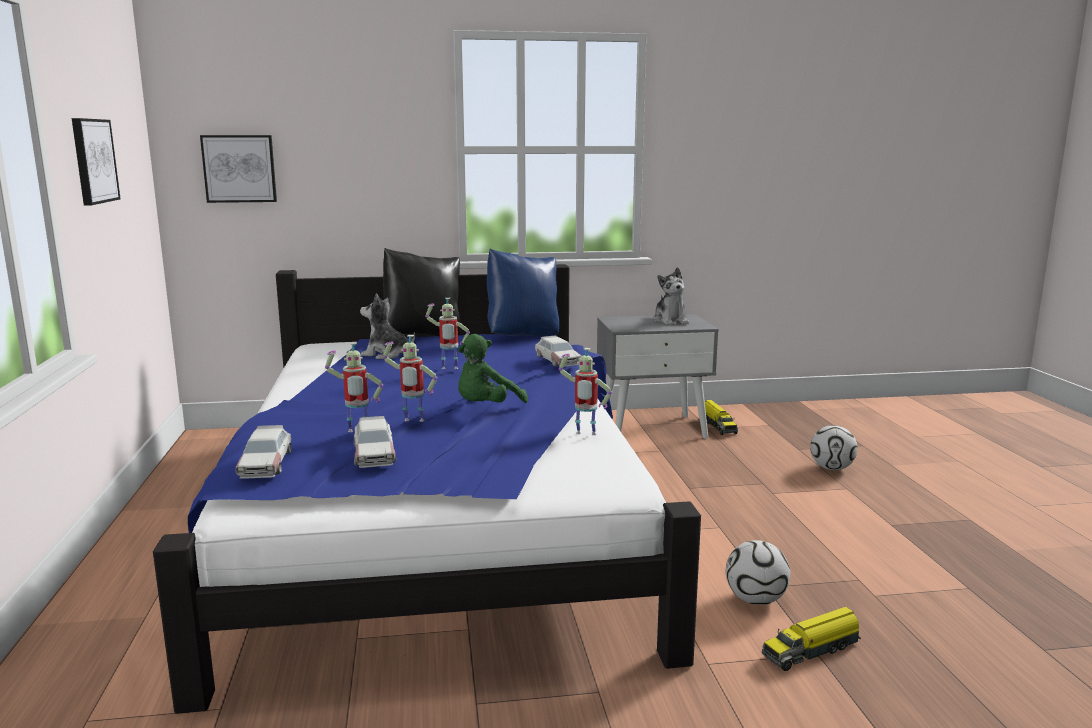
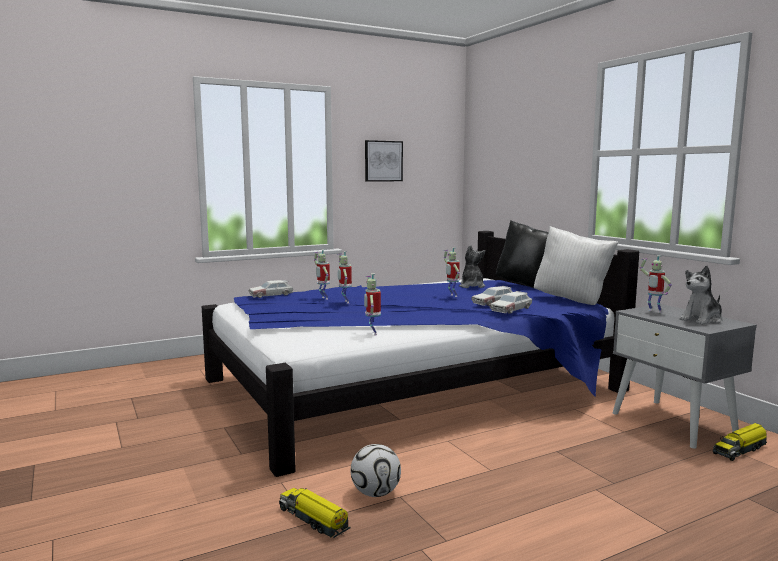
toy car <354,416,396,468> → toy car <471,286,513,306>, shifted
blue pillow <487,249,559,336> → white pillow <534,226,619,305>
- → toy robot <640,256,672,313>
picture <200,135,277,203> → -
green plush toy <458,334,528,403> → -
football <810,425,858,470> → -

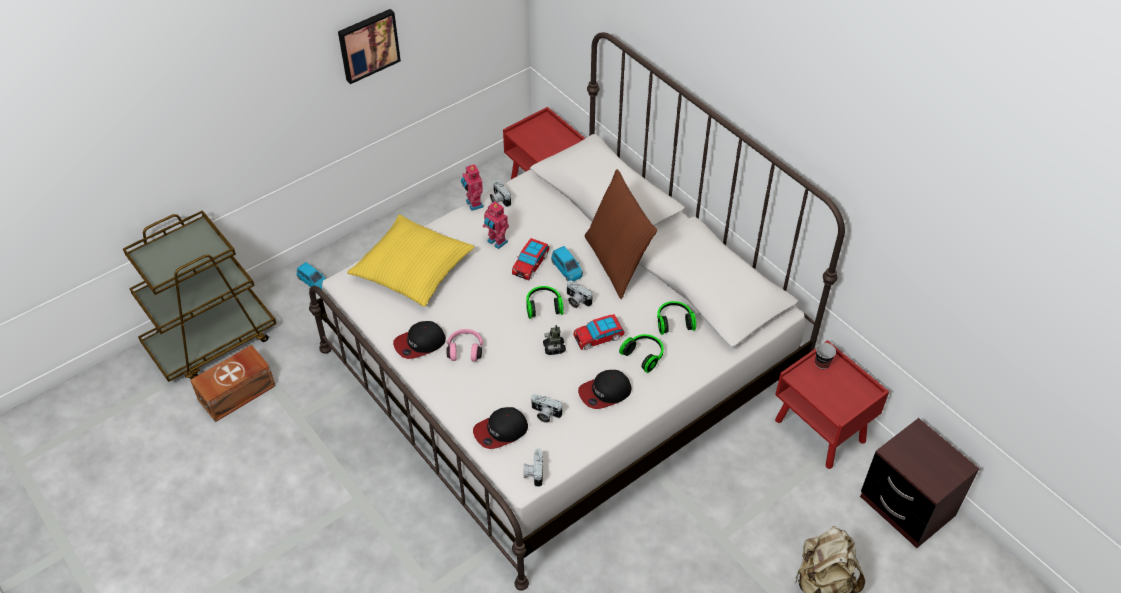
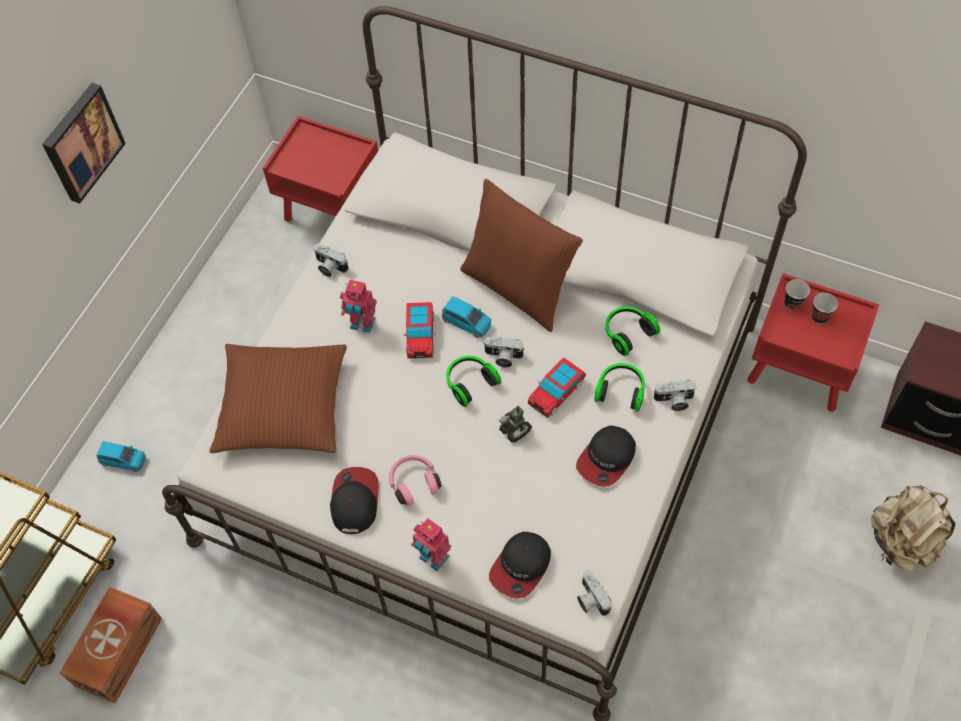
yellow pillow <347,214,474,307> → brown pillow <209,344,347,453>
cap <393,321,446,359> → cap <330,467,379,534>, 150 degrees clockwise
toy robot <461,164,484,211> → toy robot <411,518,451,571>, shifted
photo camera <531,394,563,423> → photo camera <653,380,696,411>, shifted
- → cup <811,293,838,324>

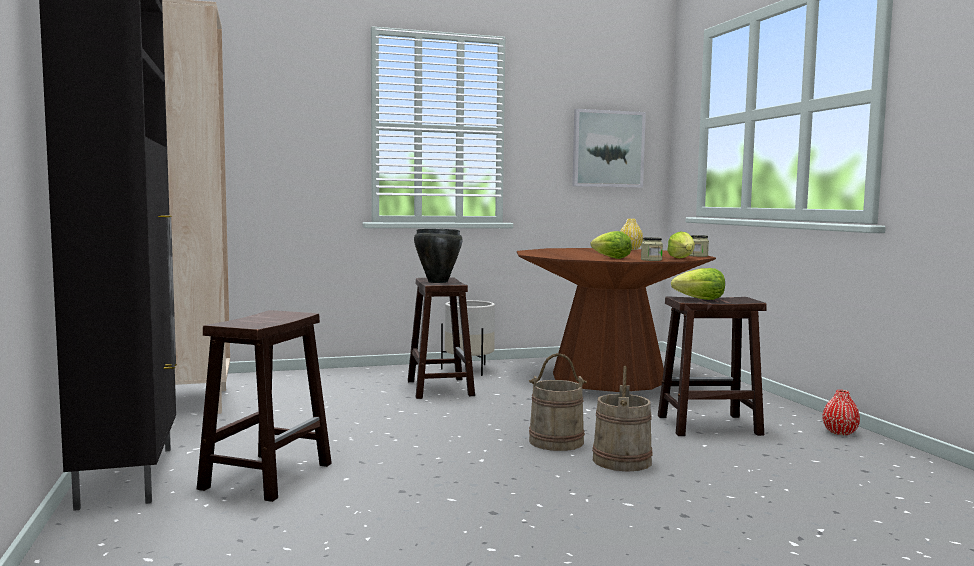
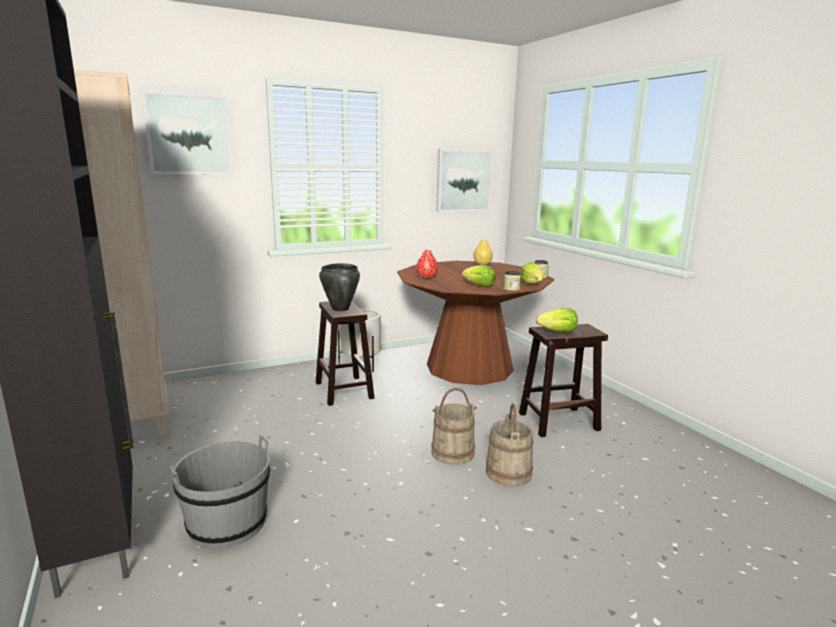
- → picture <141,90,233,175>
brown stool <197,310,332,502> → grey bucket <169,435,270,549>
red vase <822,390,860,435> → red vase <416,250,438,279>, shifted

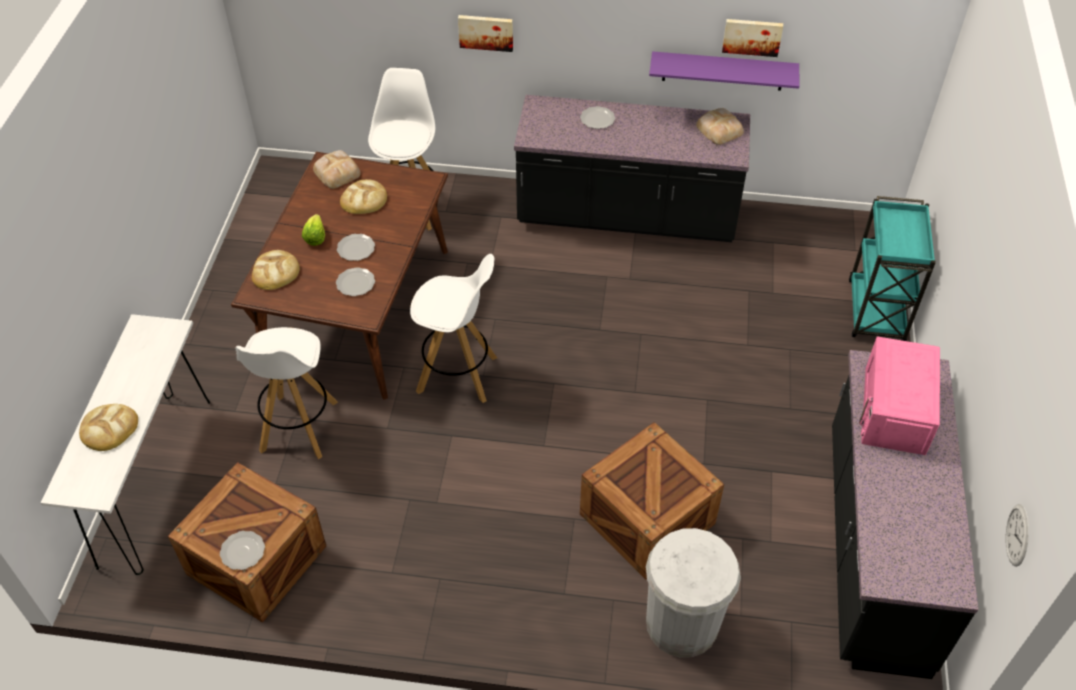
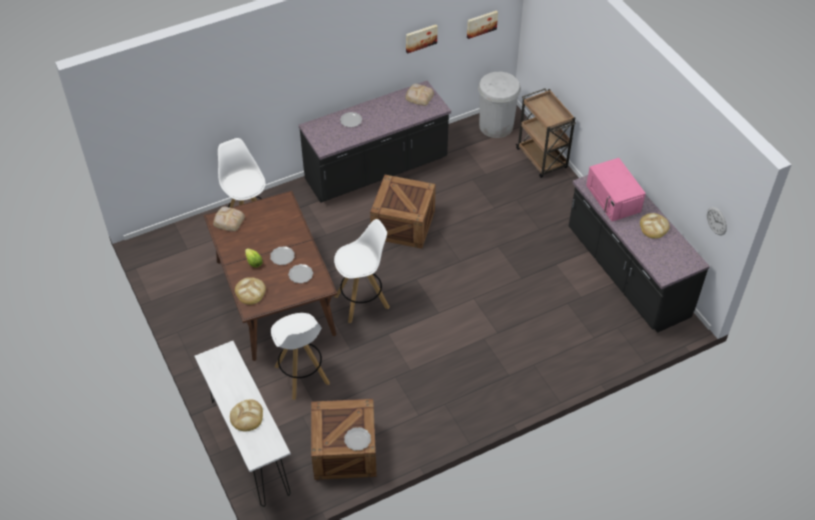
crate <580,422,724,579> → crate <370,175,436,249>, shifted
picture <458,15,513,52> → picture <467,10,498,39>, shifted
white trash can <646,528,741,658> → white trash can <478,72,521,138>, shifted
turquoise cart <849,196,936,341> → brown cart <516,88,576,178>
bread <340,179,387,214> → bread <640,213,670,239>, shifted
purple shelf <649,51,800,91> → -

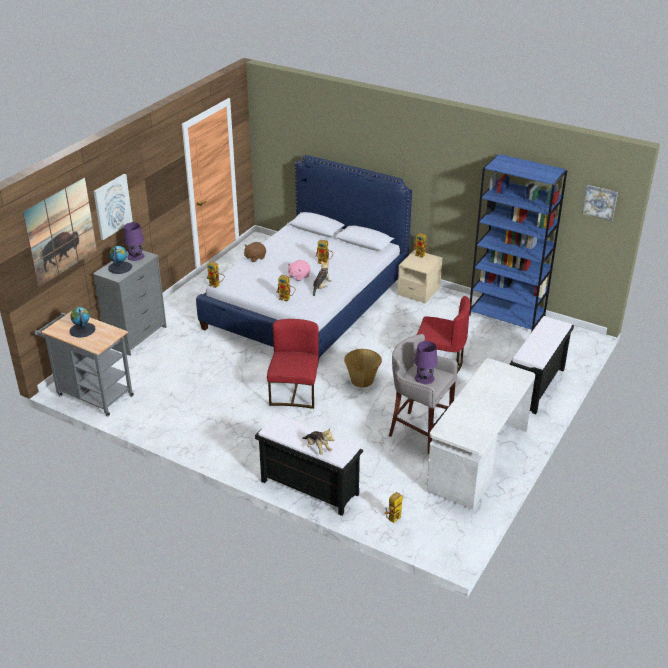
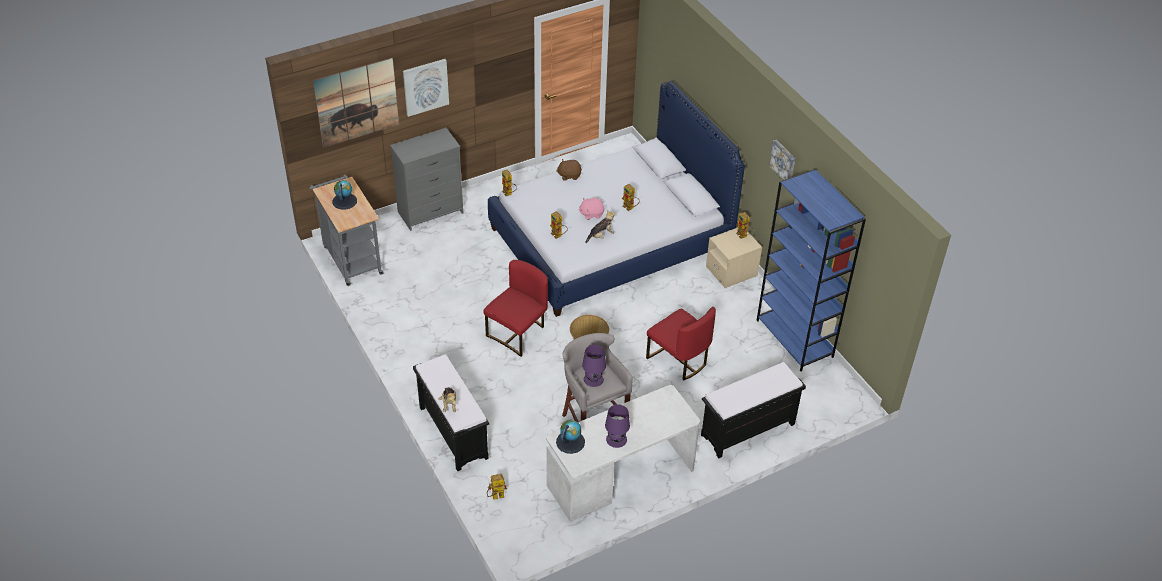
globe <108,246,132,274> → globe <556,420,585,454>, shifted
purple table lamp <123,222,144,261> → purple table lamp <605,404,630,448>, shifted
picture <582,185,618,221> → picture <769,140,795,180>, shifted

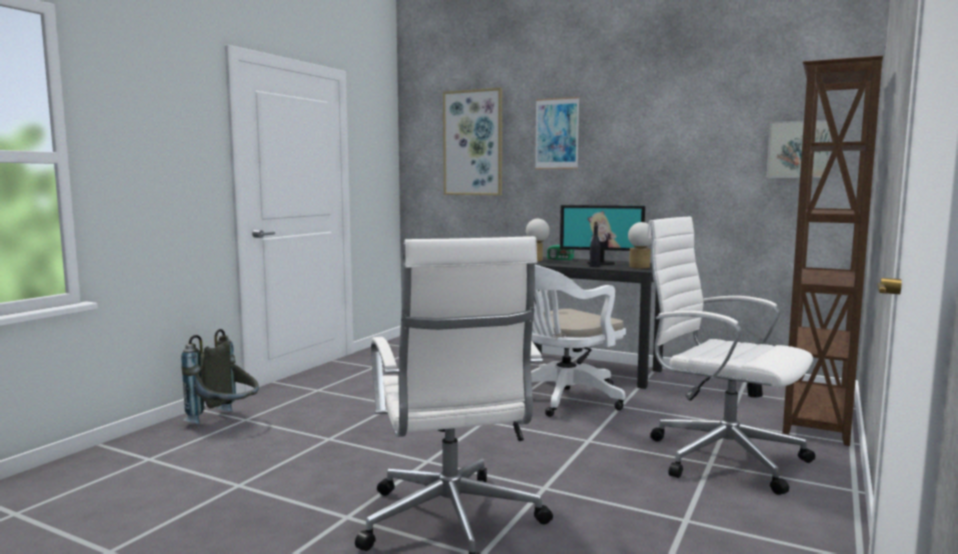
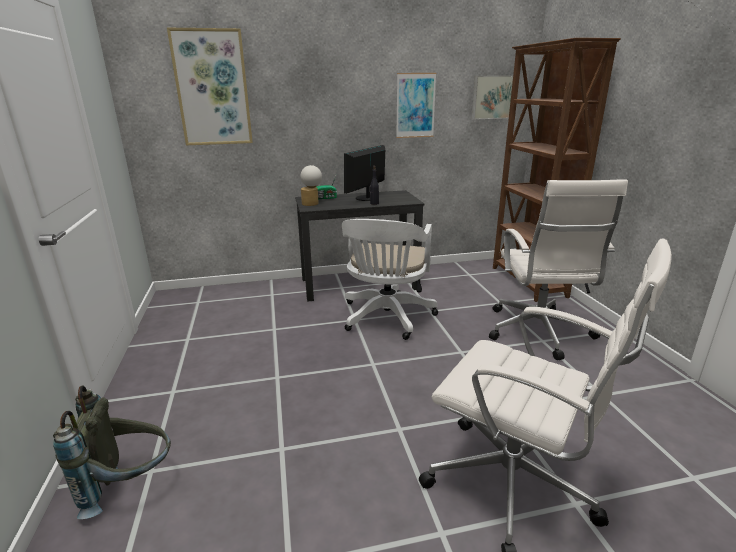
monitor <560,205,645,265> → monitor <344,145,385,201>, 150 degrees clockwise
picture <535,97,580,169> → picture <396,73,436,138>, shifted
white office chair <647,216,815,495> → white office chair <489,179,628,360>, 90 degrees counterclockwise
table lamp <628,222,652,268> → -

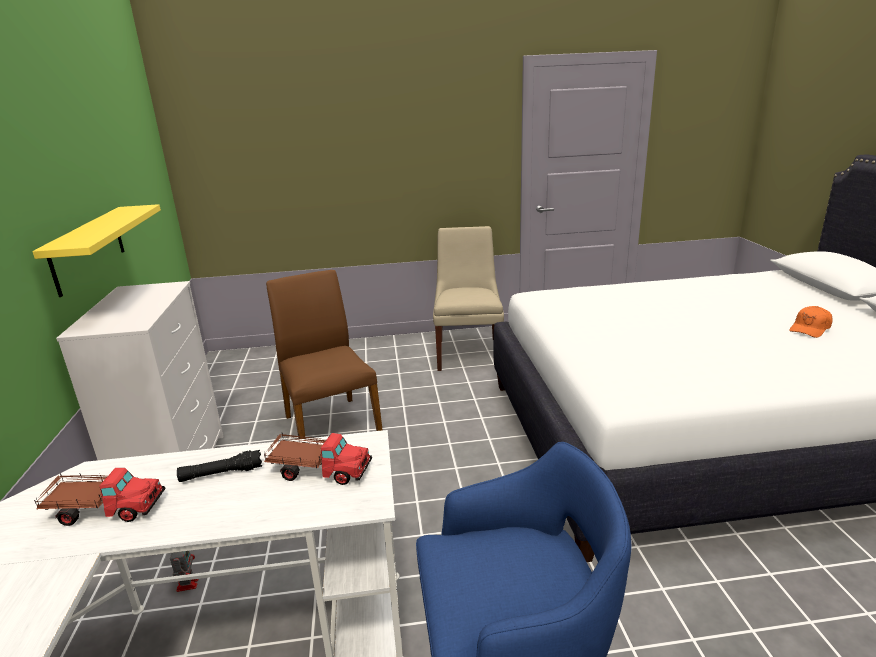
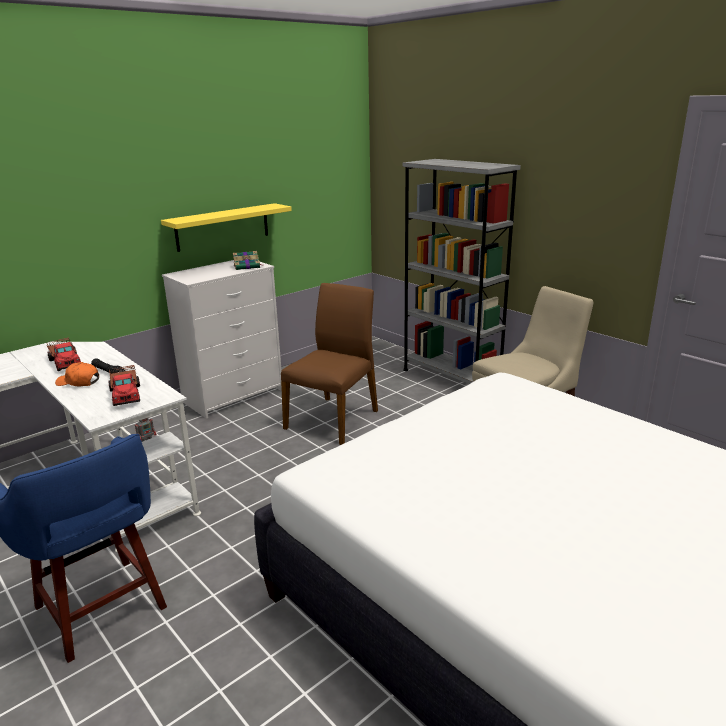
orange cap <789,306,832,338> → orange cap <55,362,99,387>, shifted
- → book <233,251,264,270>
- → grey bookcase <402,159,521,384>

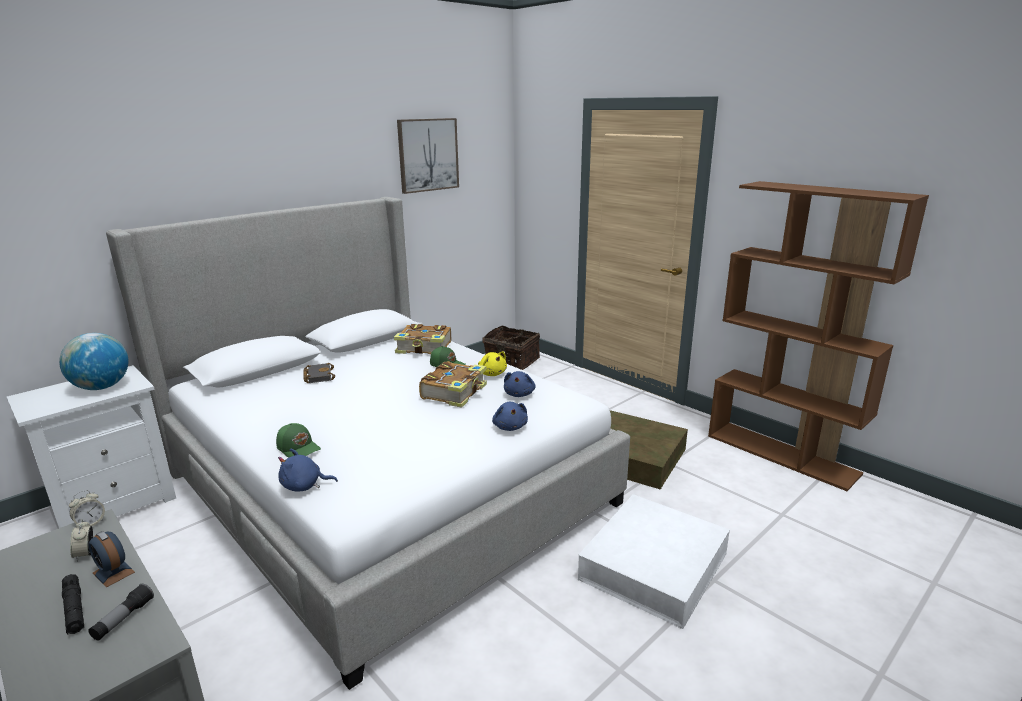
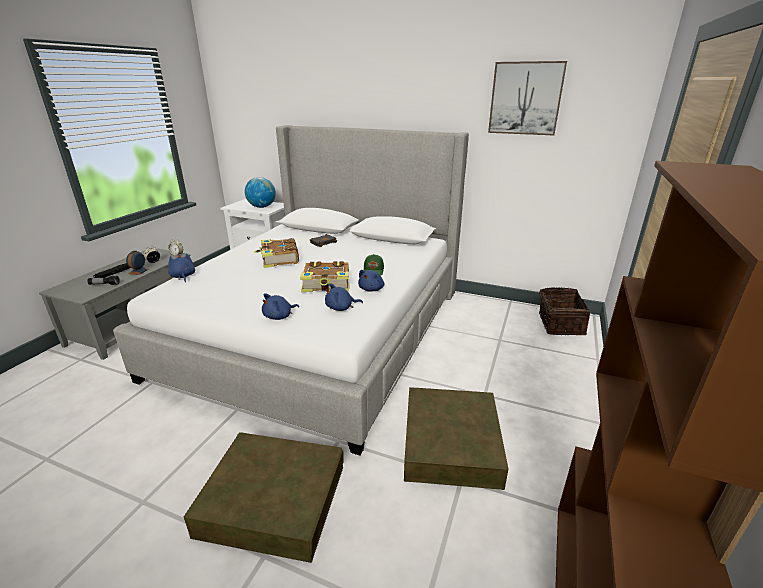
white storage box <578,494,730,629> → brown storage box <184,432,343,563>
book <394,324,451,354> → book <254,238,299,268>, shifted
yellow plush toy <478,352,507,376> → blue plush toy <358,270,384,291>
green cap <276,423,321,458> → -

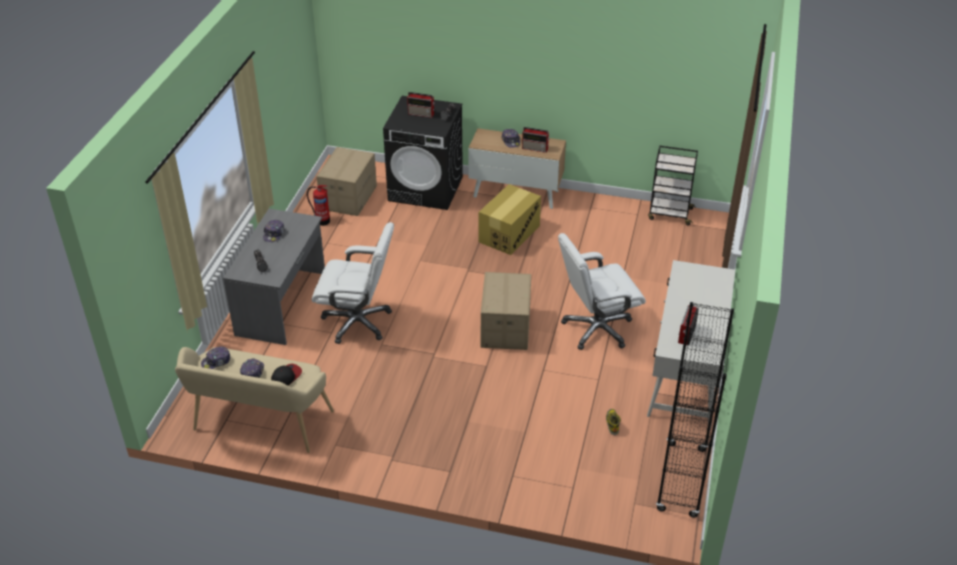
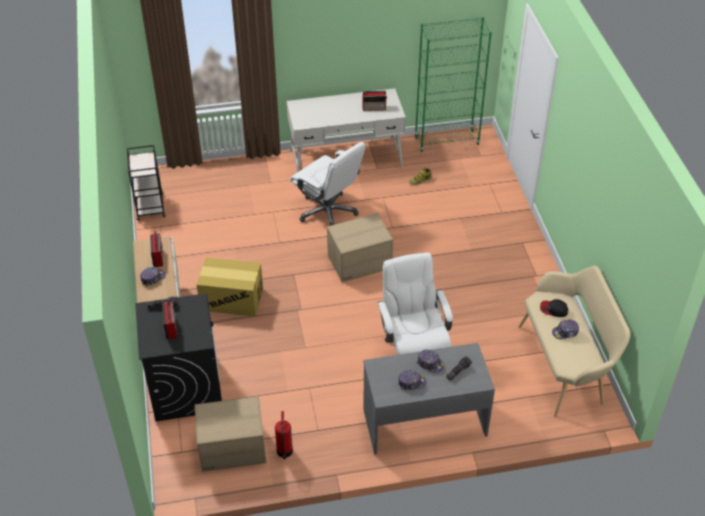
black bookcase <656,302,734,518> → green bookcase <415,17,492,152>
cap <201,347,231,369> → cap <416,349,444,373>, shifted

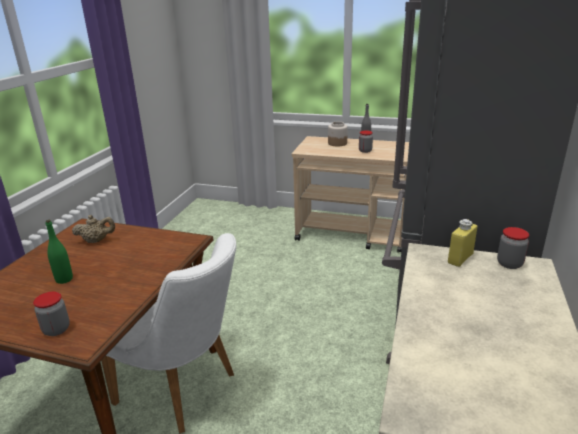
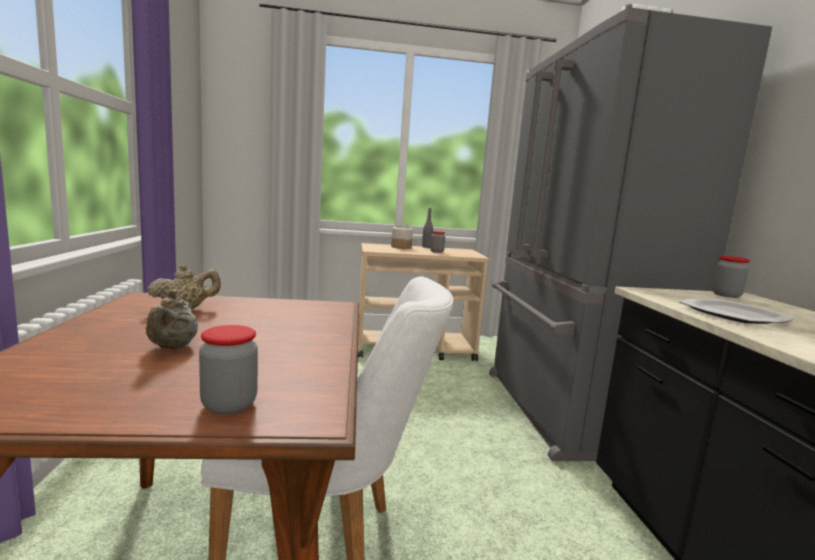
green bottle <45,220,73,284> → beige teapot <145,290,198,349>
- → plate <679,299,795,324>
yellow bottle <448,219,477,267> → -

